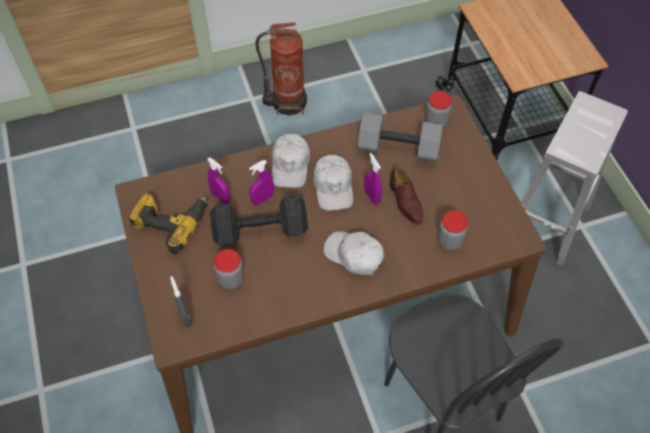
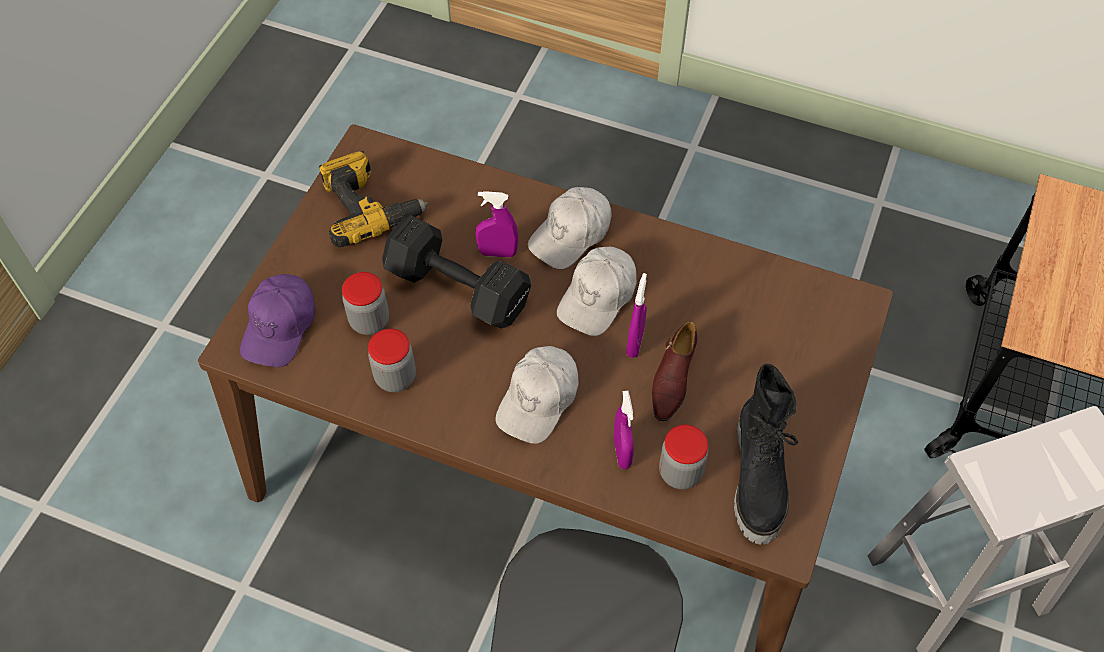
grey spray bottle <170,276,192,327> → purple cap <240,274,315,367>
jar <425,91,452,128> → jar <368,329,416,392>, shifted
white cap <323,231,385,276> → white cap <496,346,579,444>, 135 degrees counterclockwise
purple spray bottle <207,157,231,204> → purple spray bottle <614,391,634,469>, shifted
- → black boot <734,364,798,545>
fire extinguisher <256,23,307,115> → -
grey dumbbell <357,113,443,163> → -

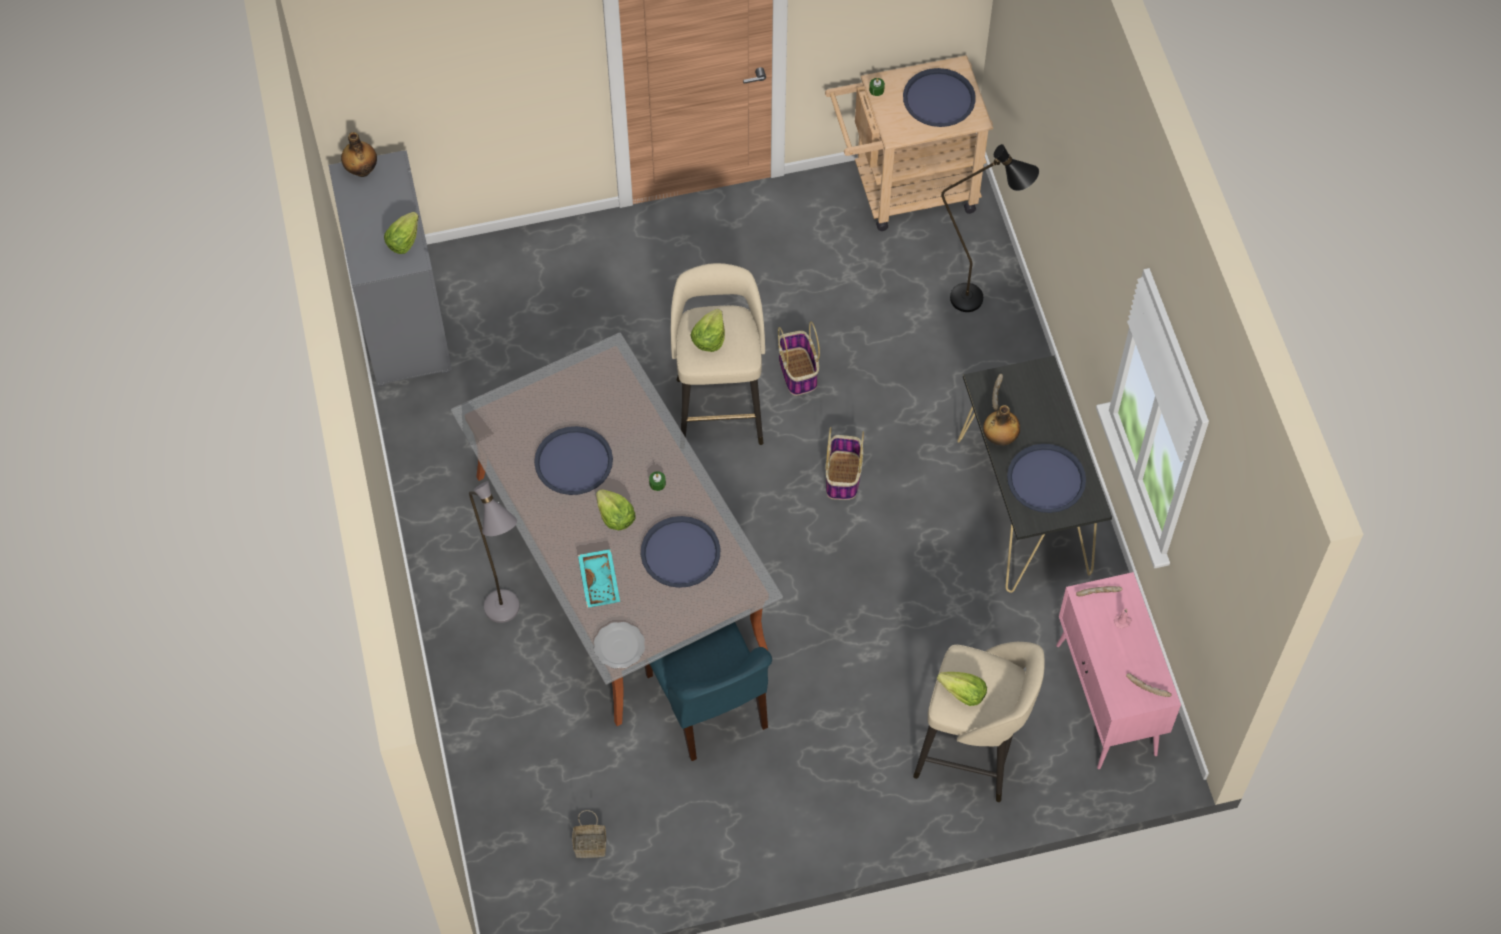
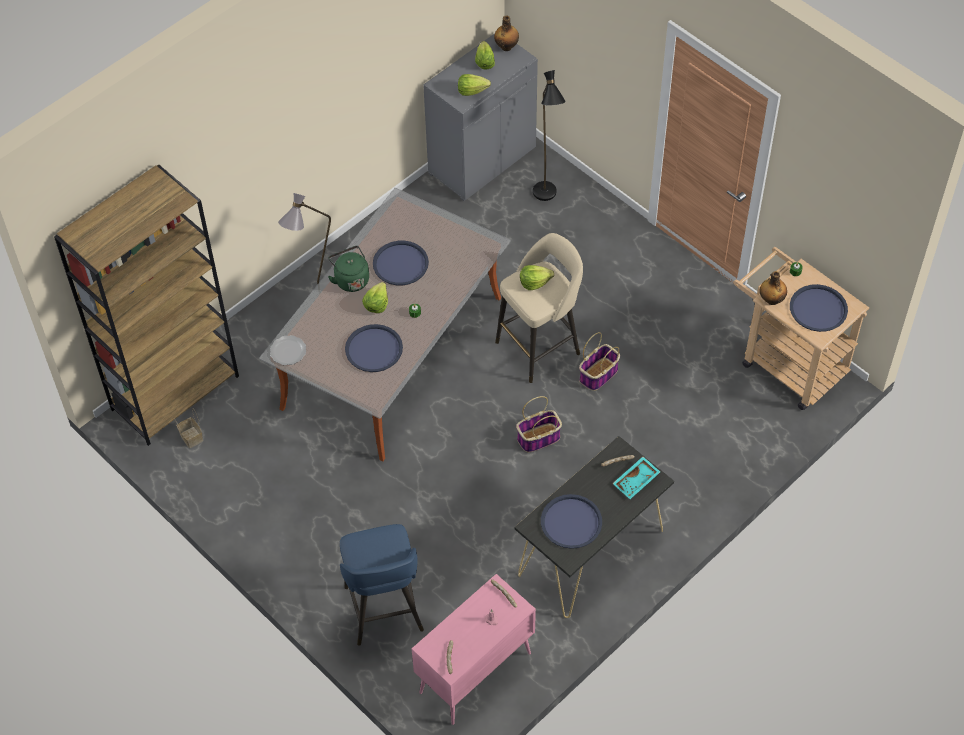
- → brown bookcase <54,165,239,446>
- → green kettle <328,246,369,292>
beige stool <913,642,1045,802> → blue stool <340,524,424,646>
lettuce <937,672,987,706> → lettuce <475,41,495,70>, shifted
black floor lamp <941,144,1039,312> → black floor lamp <533,70,565,201>, shifted
turquoise tray <578,549,620,608> → turquoise tray <612,457,660,499>, shifted
bottle <983,405,1020,446> → bottle <760,271,787,305>, shifted
blue chair <645,622,772,761> → -

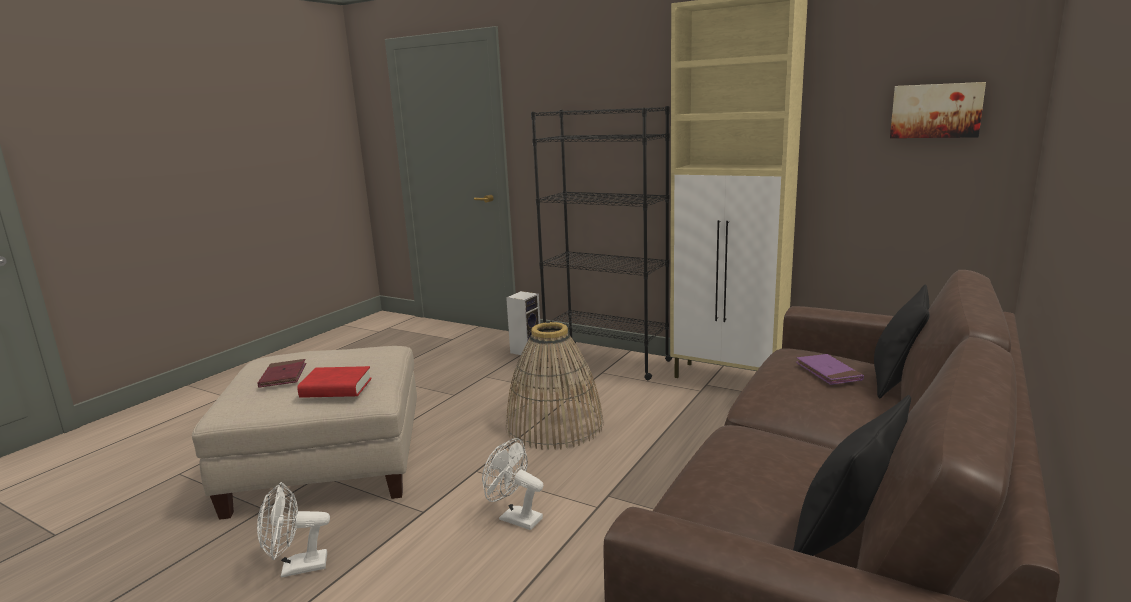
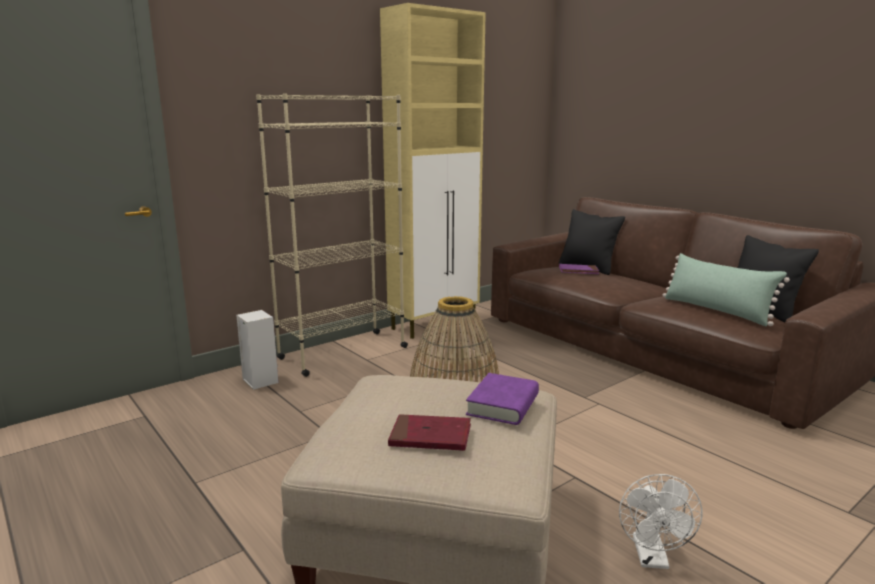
black bookcase <531,106,672,380> → beige bookcase <256,93,408,377>
red book <297,366,372,398> → purple book <466,373,539,425>
- → green pillow <663,253,790,327>
white fan <482,438,543,530> → -
picture <890,82,986,138> → -

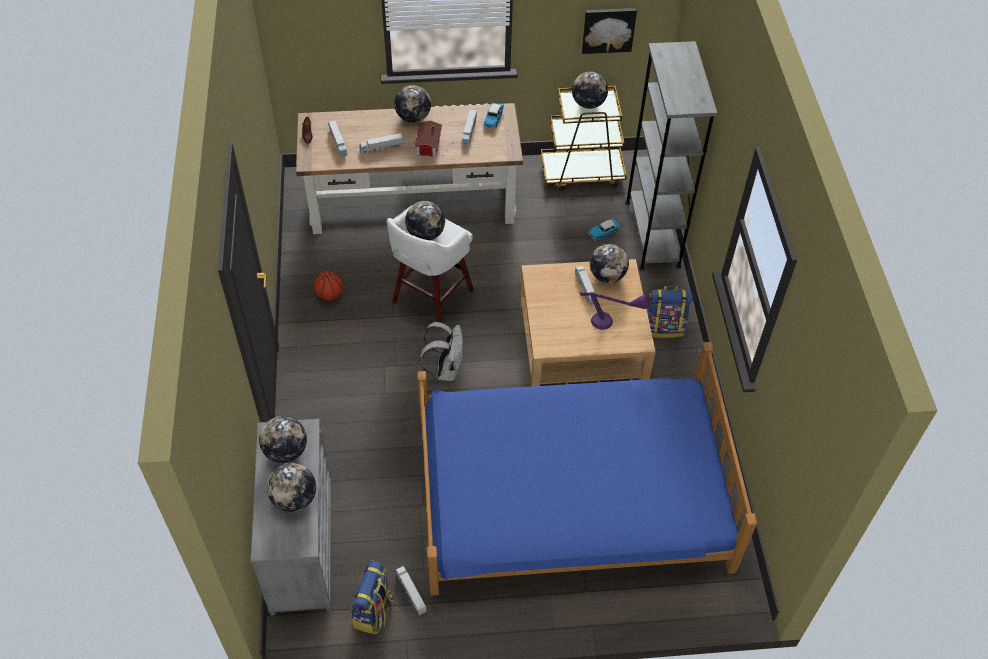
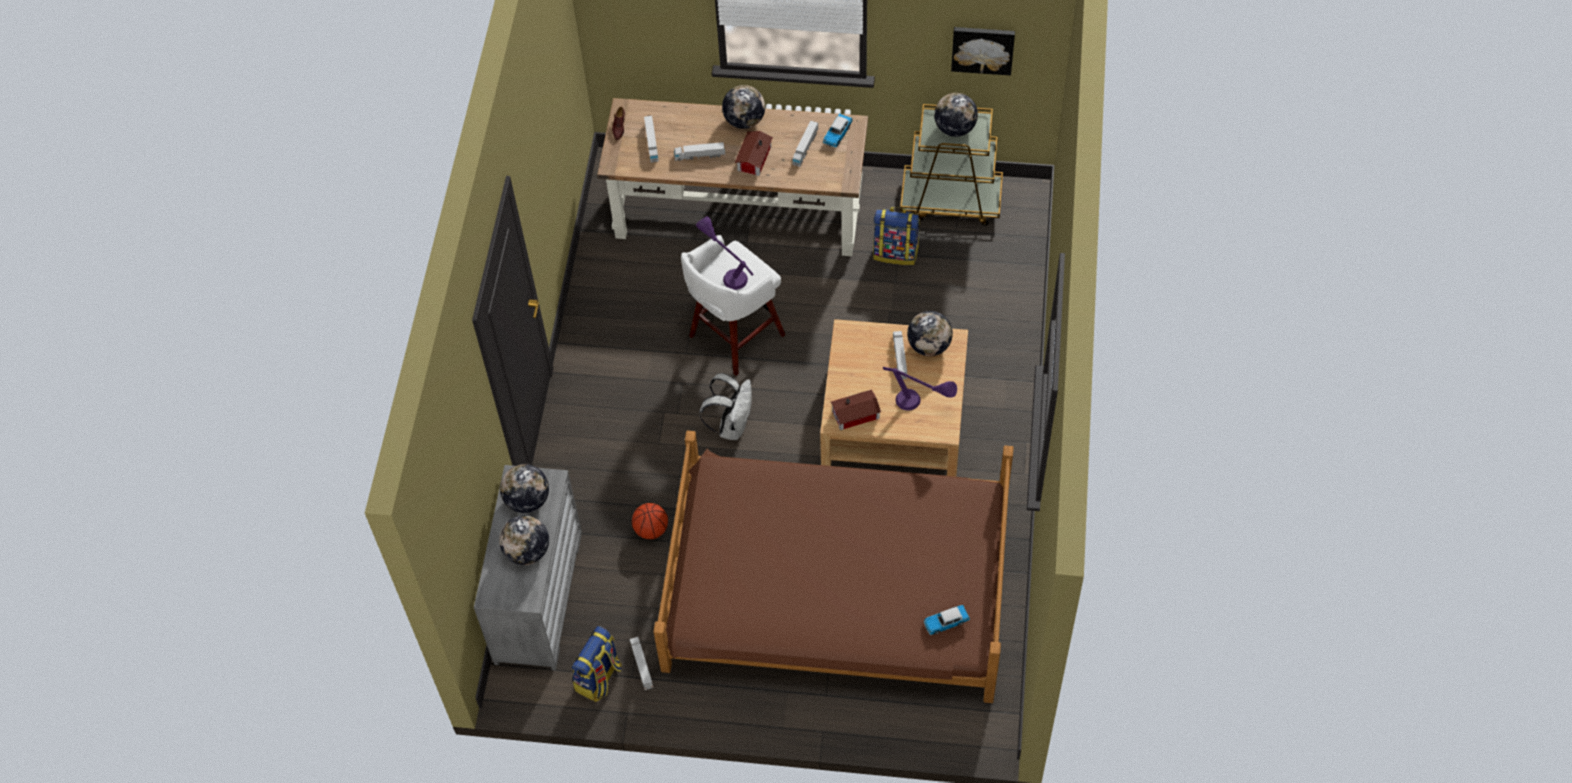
basketball <313,271,343,301> → basketball <632,503,668,539>, shifted
blue bed <417,342,757,596> → brown bed <653,431,1014,703>
globe <405,201,445,240> → purple table lamp <696,216,753,290>
- → toy house <831,389,881,430>
backpack <647,286,693,338> → backpack <873,207,920,265>, shifted
toy car <589,219,621,241> → toy car <924,605,970,635>, shifted
grey bookcase <625,41,717,271> → -

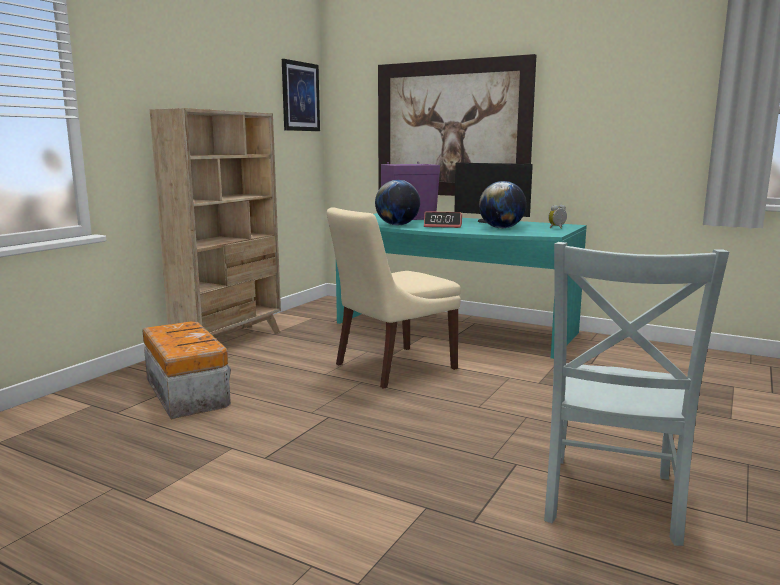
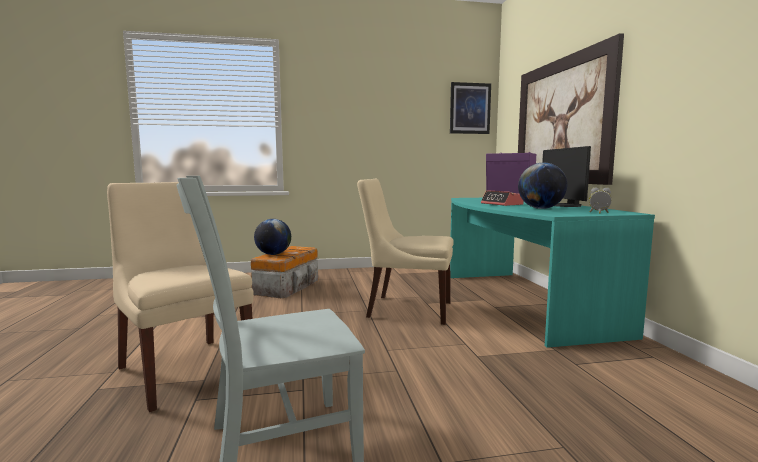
- → beige chair <107,182,254,412>
globe <375,180,420,225> → globe <254,219,291,255>, shifted
beige bookcase <150,108,281,338> → -

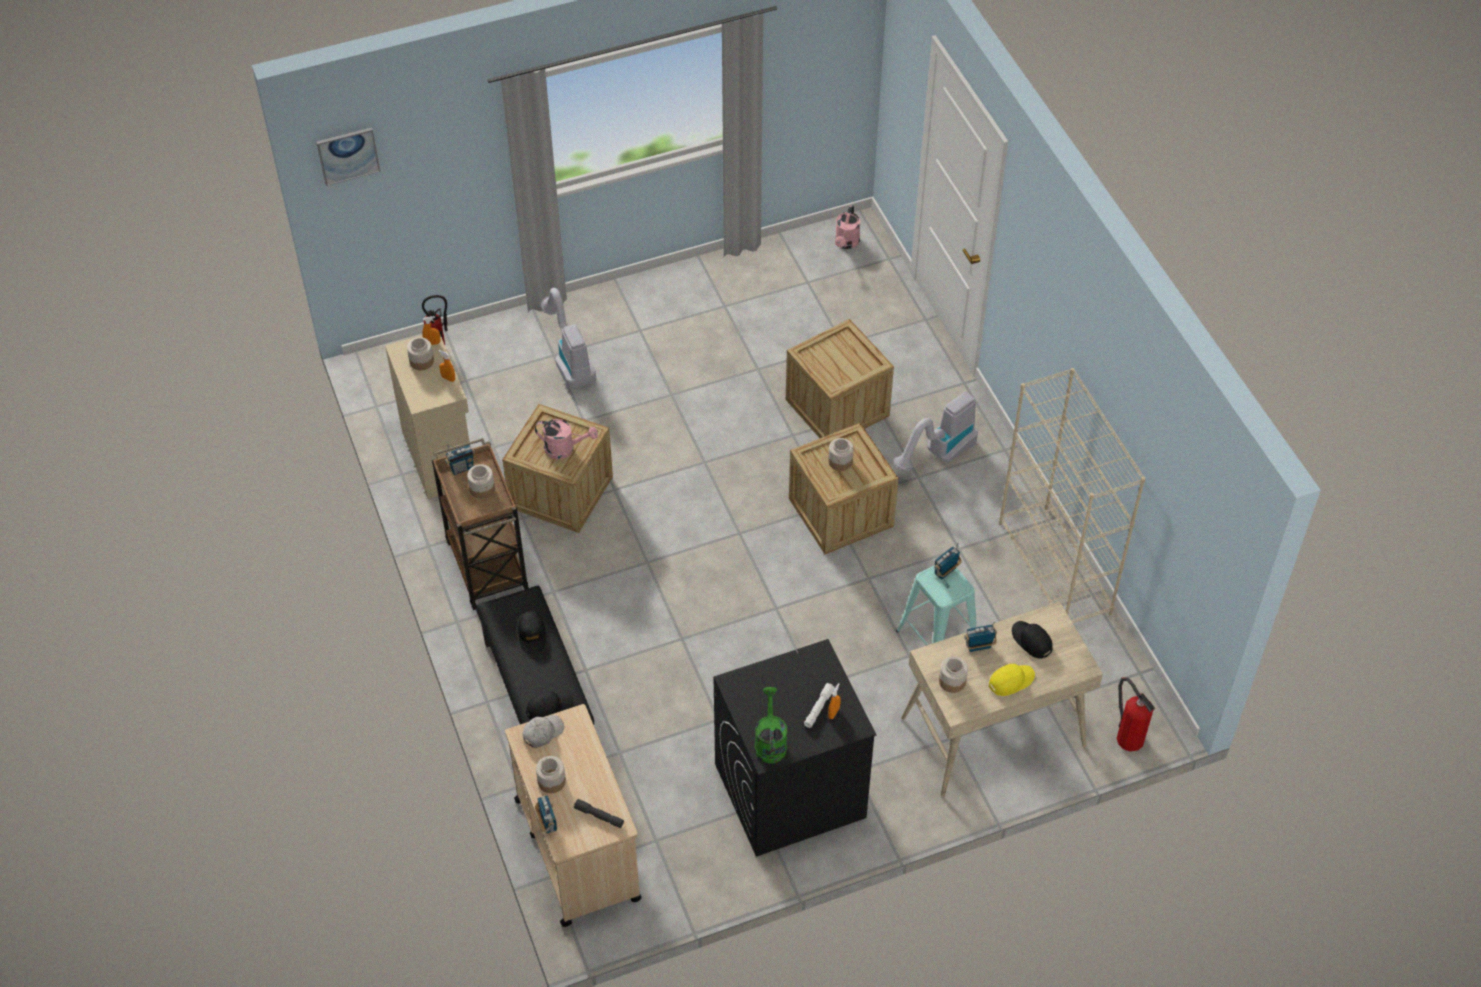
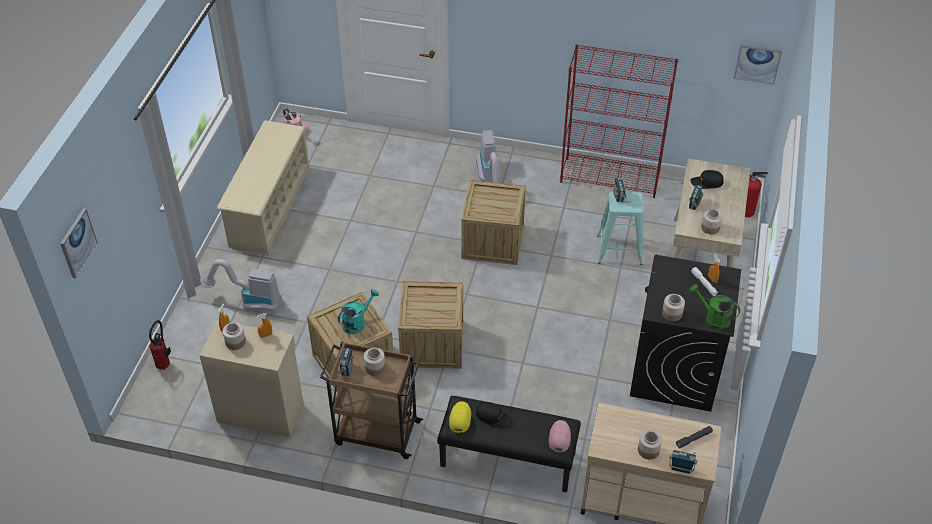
- → beige shoe rack <217,120,310,256>
pink watering can <535,419,598,459> → turquoise watering can <338,289,379,334>
crate <786,319,894,438> → crate <398,281,463,369>, shifted
yellow cap <989,664,1035,696> → yellow cap <449,401,471,433>, shifted
black cap <526,691,573,720> → pink cap <549,420,571,453>
beige bookcase <999,368,1146,623> → red bookcase <560,44,678,198>
jar <828,438,854,471> → jar <662,294,685,321>, shifted
- → picture <734,44,782,84>
white cap <522,715,564,748> → -

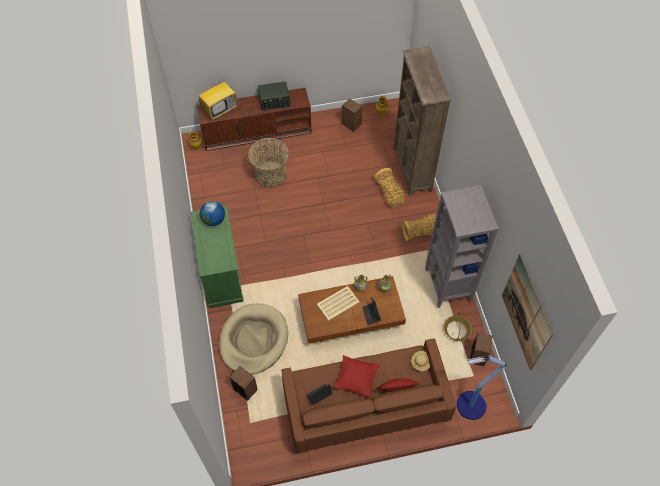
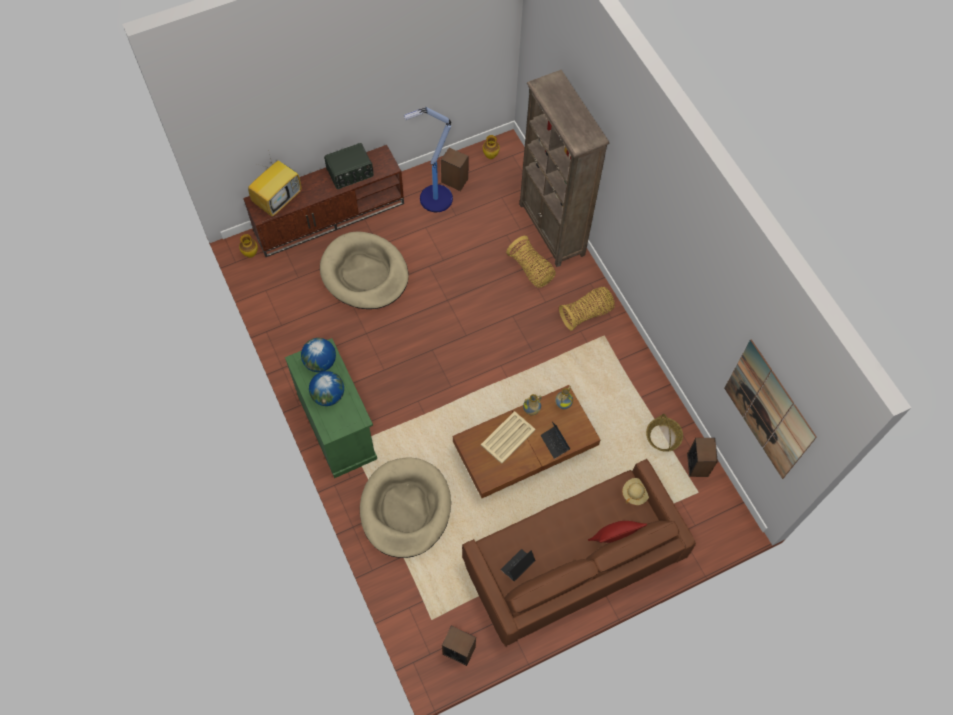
- → globe <309,371,344,406>
basket <248,138,289,187> → beige dog bed <320,232,409,309>
floor lamp <456,355,506,420> → floor lamp <404,107,453,212>, shifted
speaker <230,366,258,401> → speaker <442,626,476,666>, shifted
red pillow <334,355,380,398> → -
grey bookcase <425,185,498,308> → -

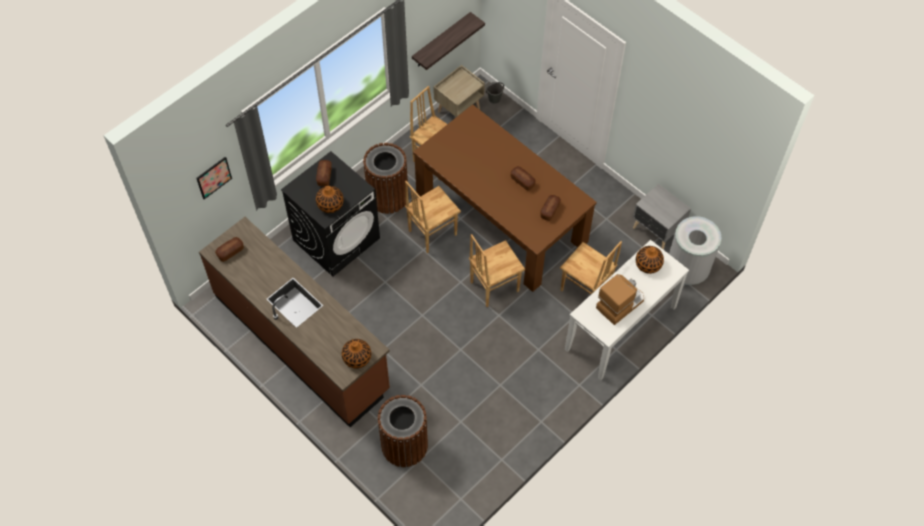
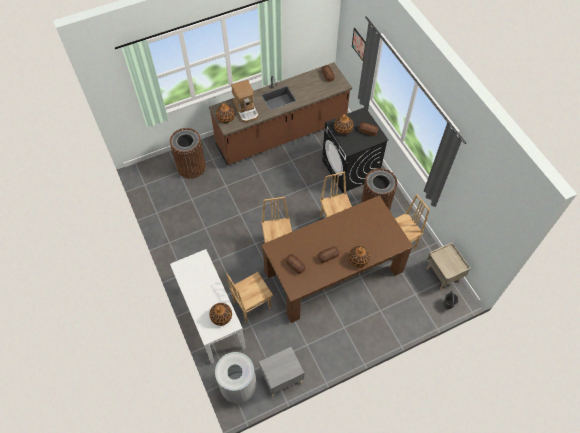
coffee machine <596,274,644,325> → coffee machine <231,80,259,123>, shifted
- → vase <349,246,371,267>
shelf <412,12,485,70> → -

